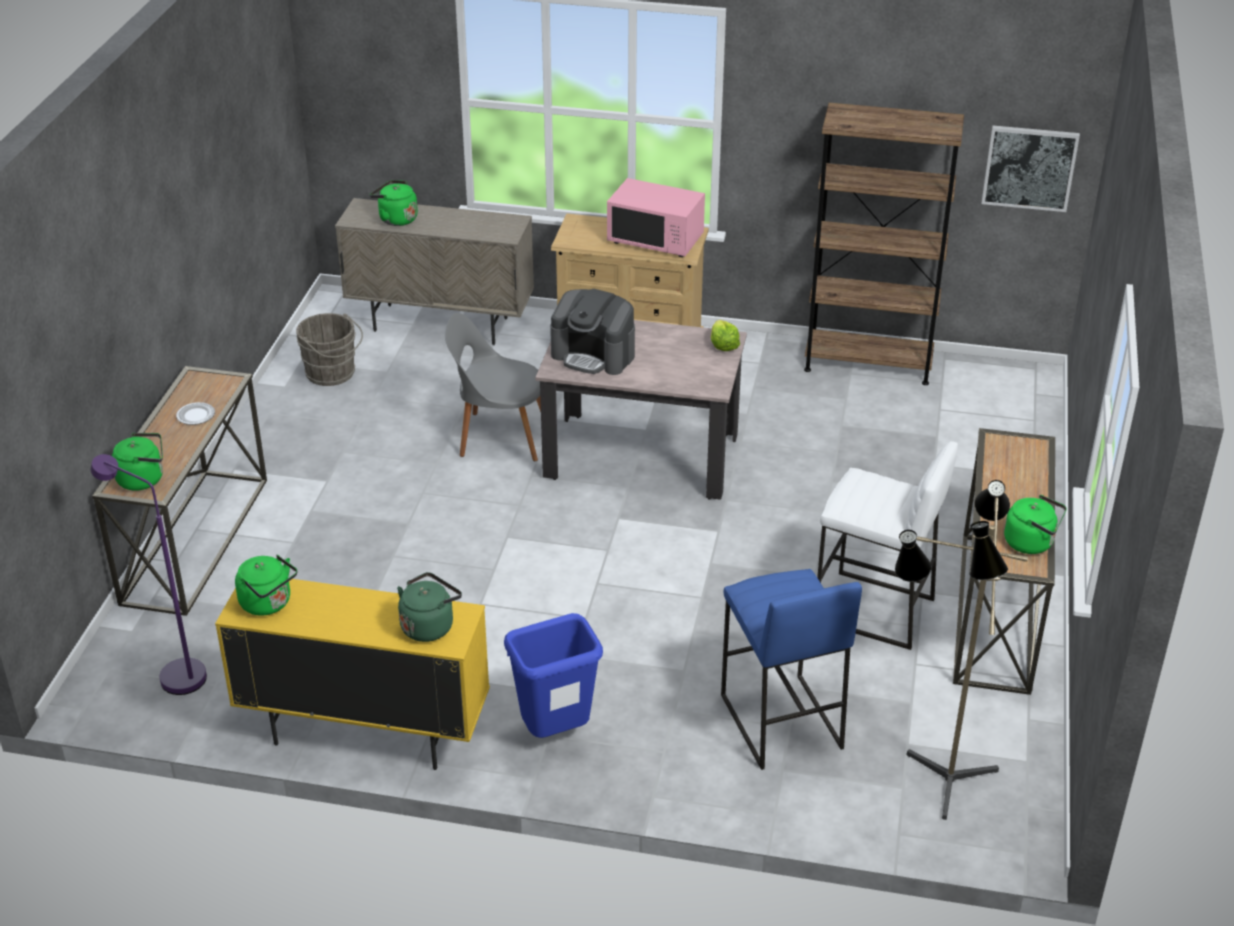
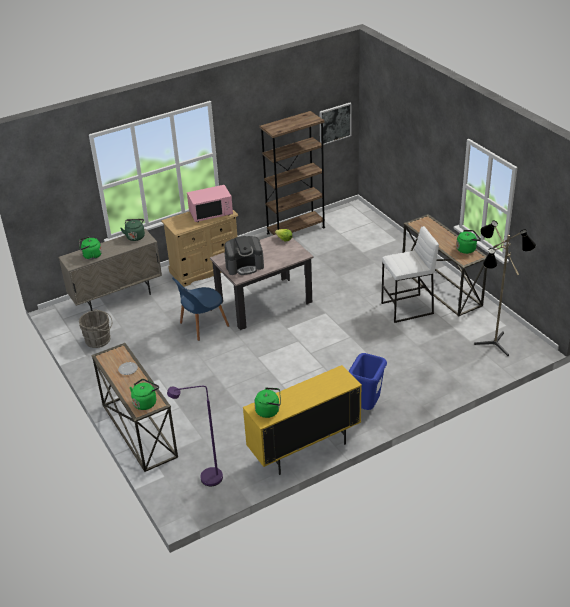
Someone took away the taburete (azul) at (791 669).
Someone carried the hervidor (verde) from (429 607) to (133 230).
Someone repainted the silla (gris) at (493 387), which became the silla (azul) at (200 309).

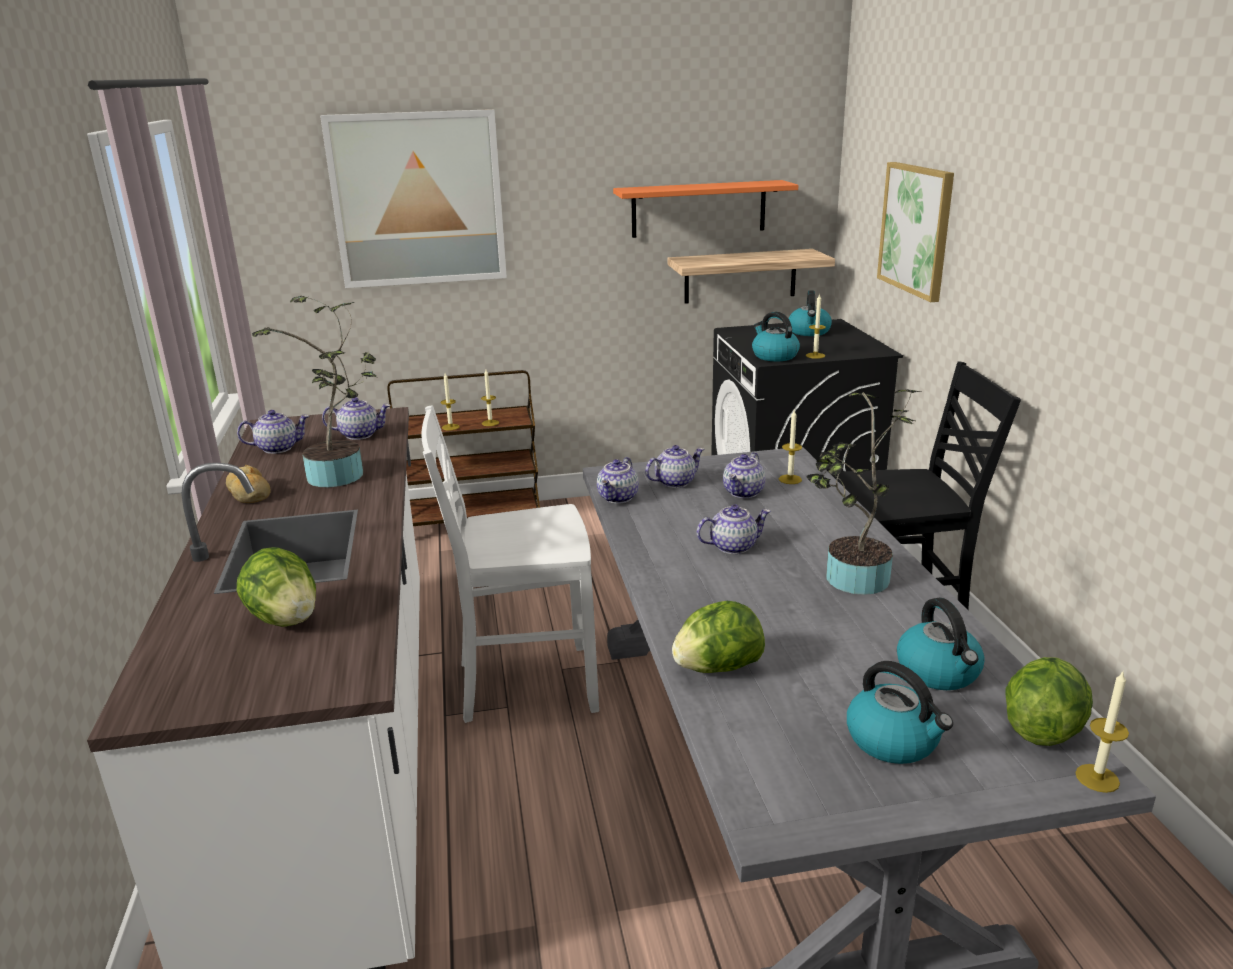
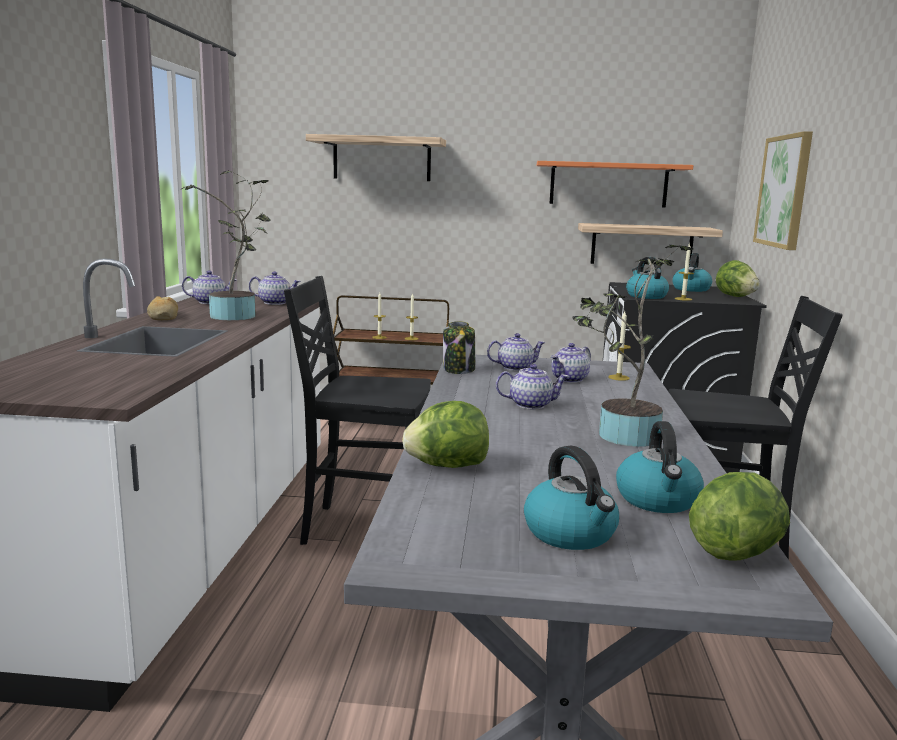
Someone took away the vela at (1102 731).
Someone carried the lechuga from (276 587) to (738 278).
Someone swapped the cuadro at (413 198) for the estante at (376 157).
Someone swapped the tetera at (618 480) for the tarro at (459 347).
Someone repainted the silla (blanco) at (510 564), which became the silla (negro) at (357 410).

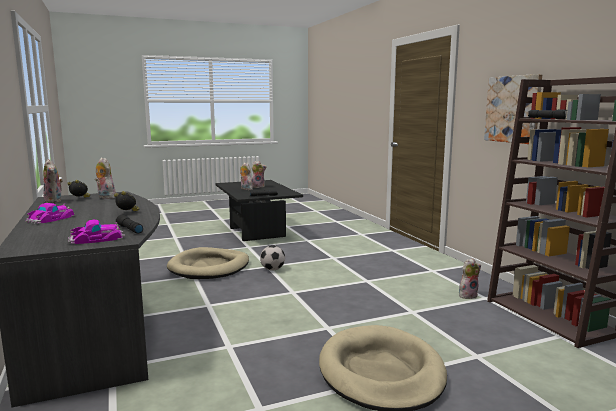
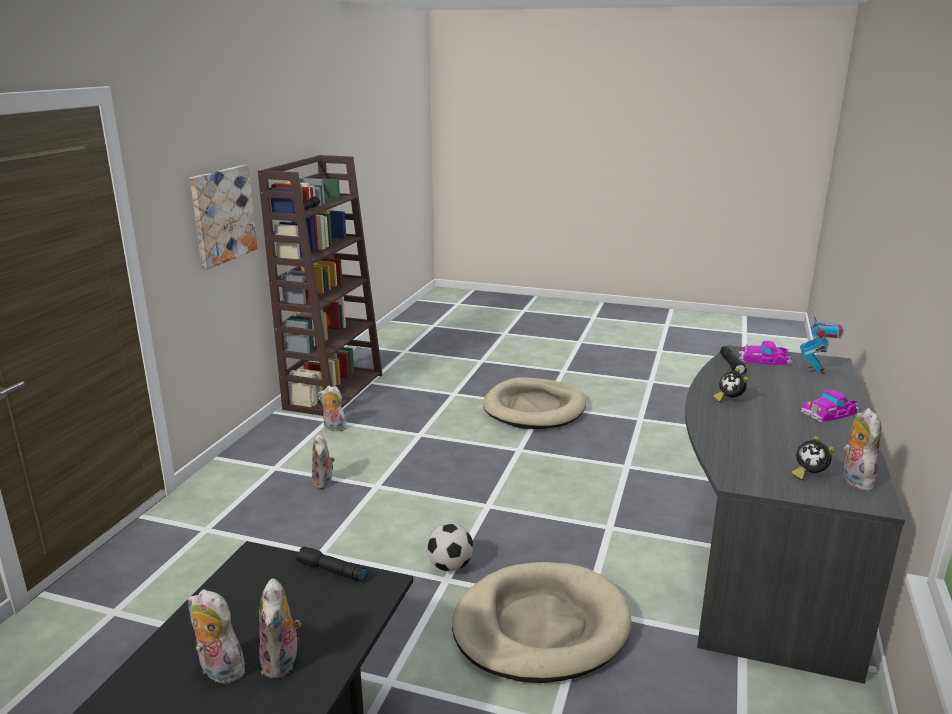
Someone put down the robot de juguete at (822 342).
Someone carried the peluche from (105 178) to (323 461).

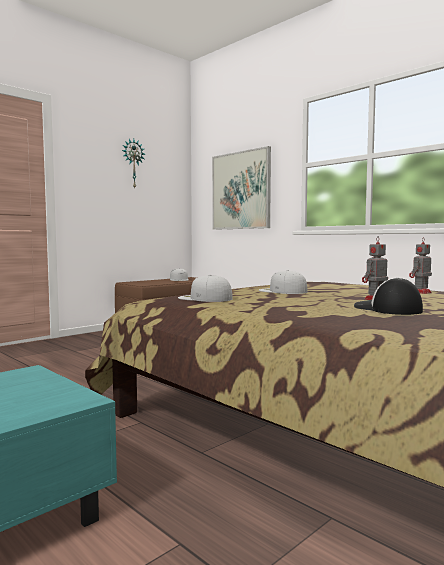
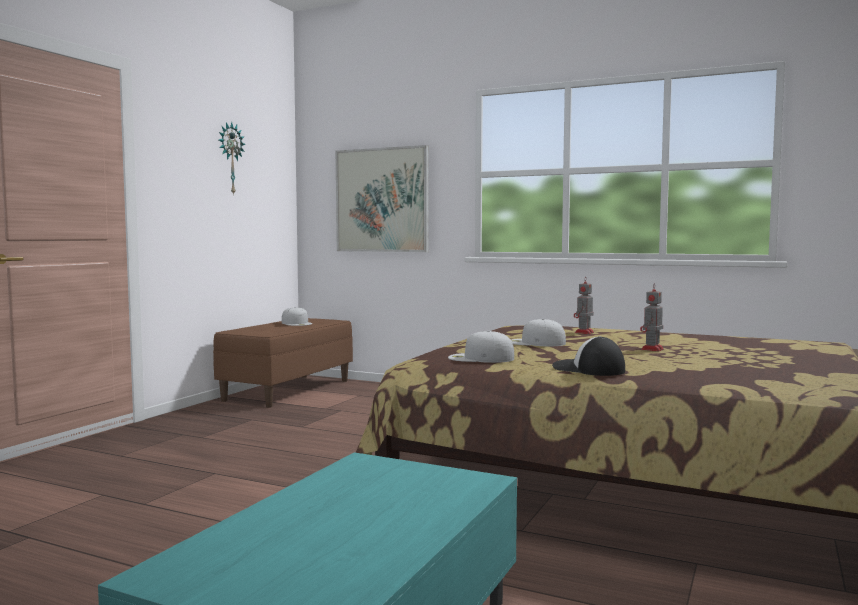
Someone carried the gorra from (388 296) to (588 356).
Someone carried the robot de juguete from (420 265) to (584 307).

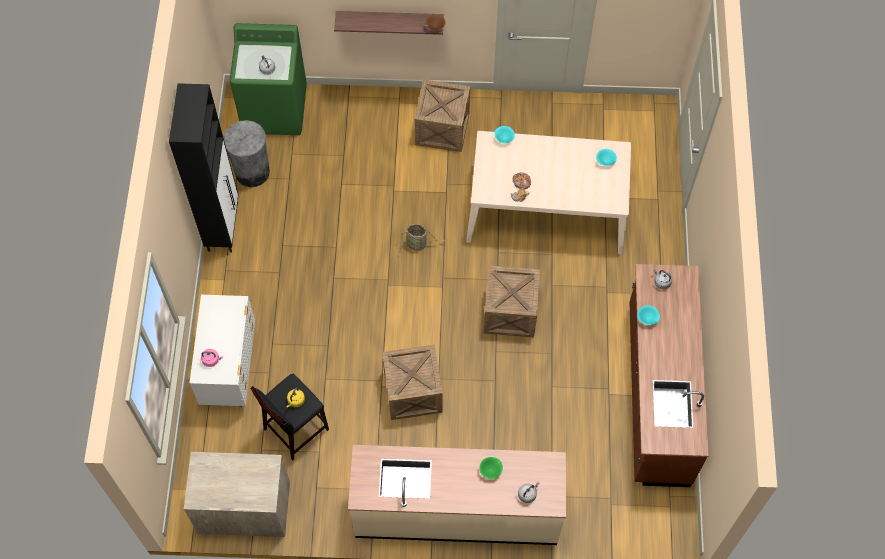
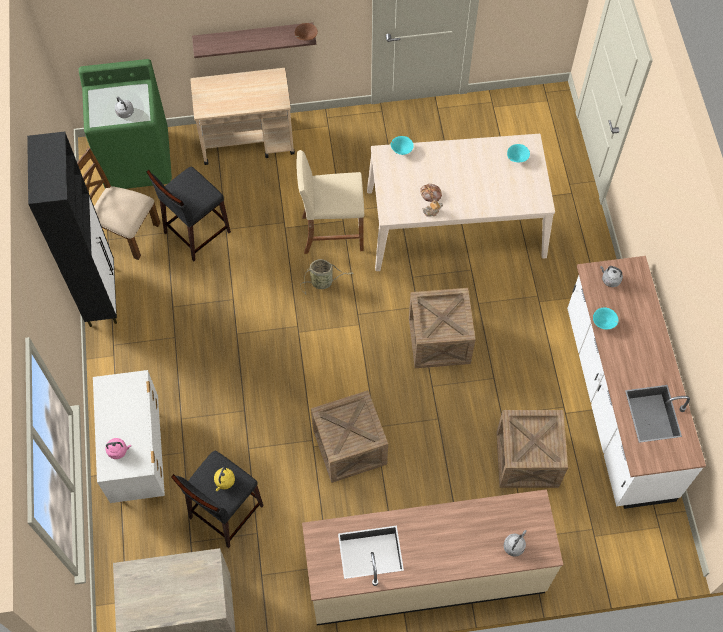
Someone took away the cuenco (verde) at (491 468).
Someone put down the taburete (negro) at (189 214).
Someone put down the carrito (beis) at (242 116).
Someone put down the taburete (beis) at (330 202).
Someone carried the caja de embalaje from (442 116) to (532 449).
Someone swapped the papelera (gris) at (246 153) for the silla (marrón) at (118 204).
Someone repainted the mueble bajo de cocina (marrón) at (669 375), which became the mueble bajo de cocina (blanco) at (636 382).

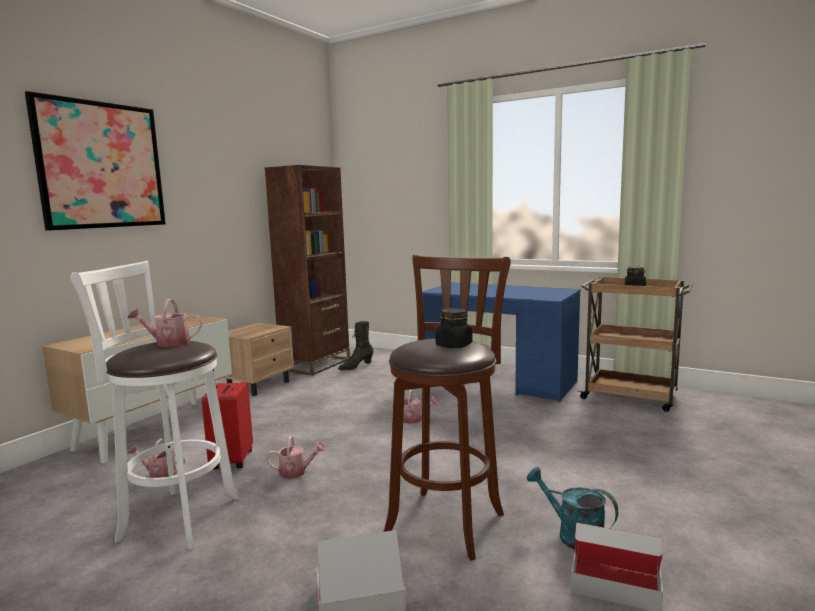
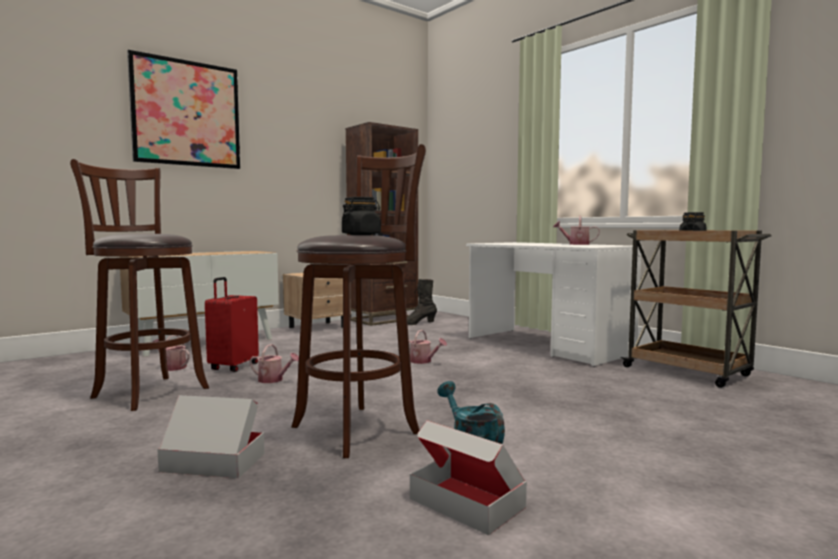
Someone carried the regadera from (164 322) to (576 230).
Someone repainted the taburete (blanco) at (155 405), which became the taburete (marrón) at (139 285).
Someone repainted the escritorio (azul) at (501 342), which became the escritorio (blanco) at (554 304).

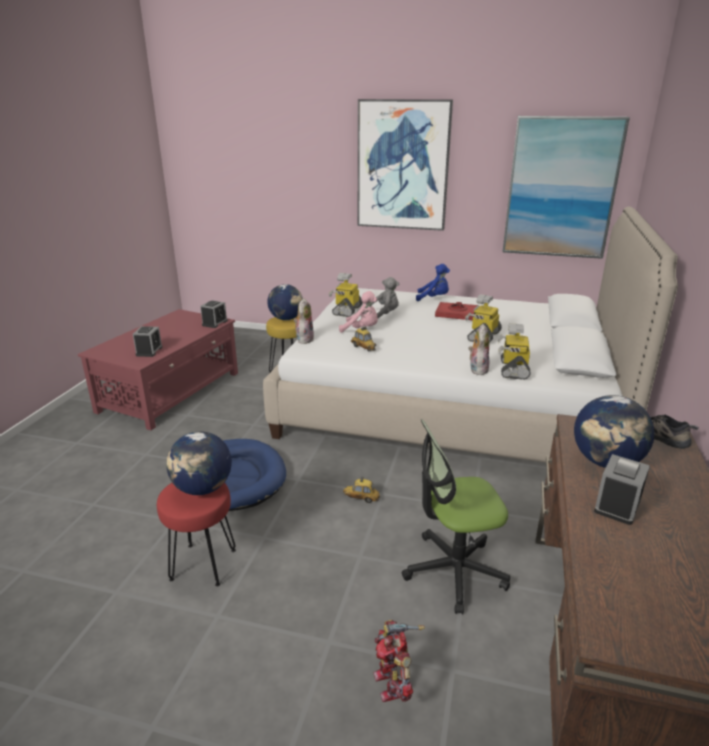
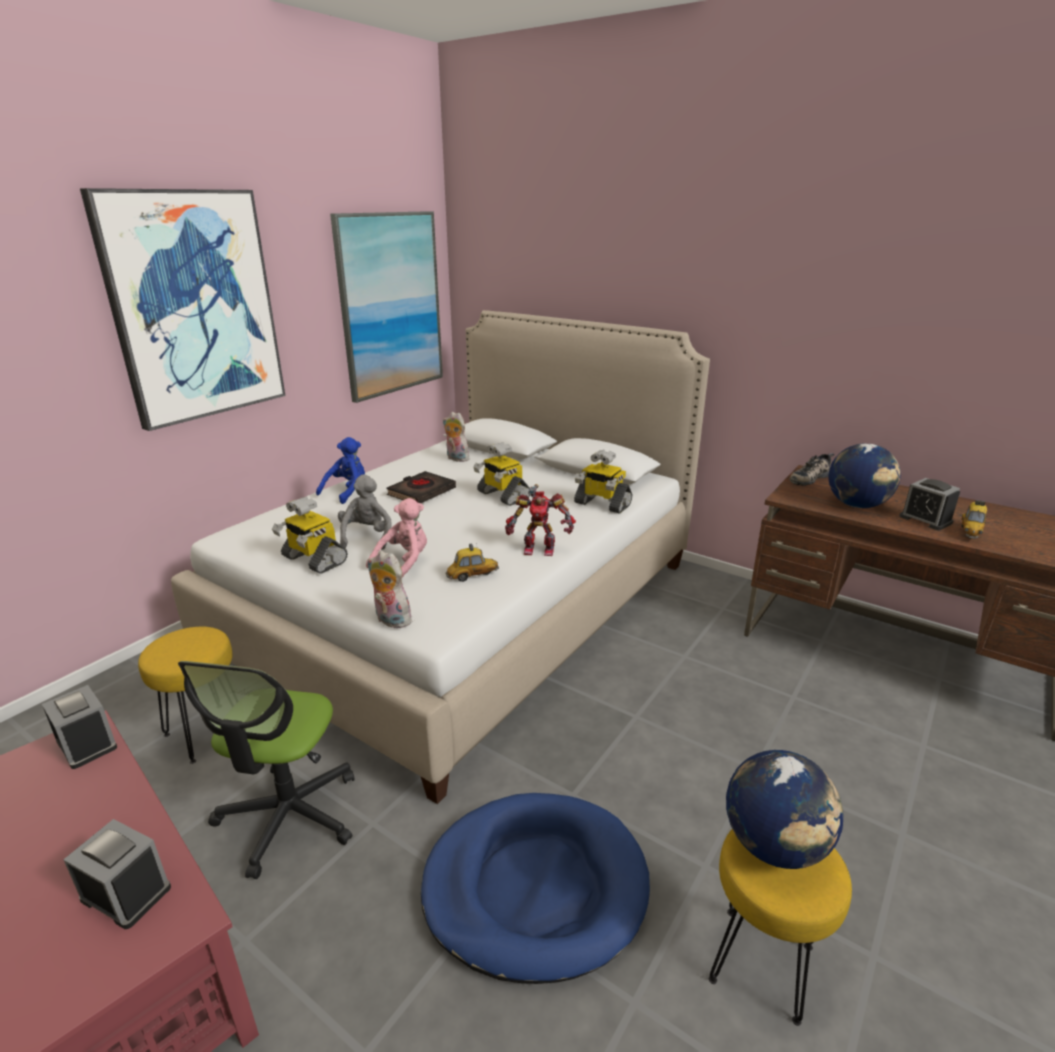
Someone took away the globo terráqueo at (285 302).
Someone carried the coche de juguete from (362 489) to (974 519).
Someone carried the robot de juguete from (399 661) to (540 520).
Someone carried the silla de oficina from (456 516) to (266 770).
Someone carried the peluche from (478 349) to (456 437).
Someone repainted the taburete (rojo) at (196 535), which became the taburete (amarillo) at (780 927).
Someone repainted the libro (rojo) at (456 311), which became the libro (negro) at (421 487).

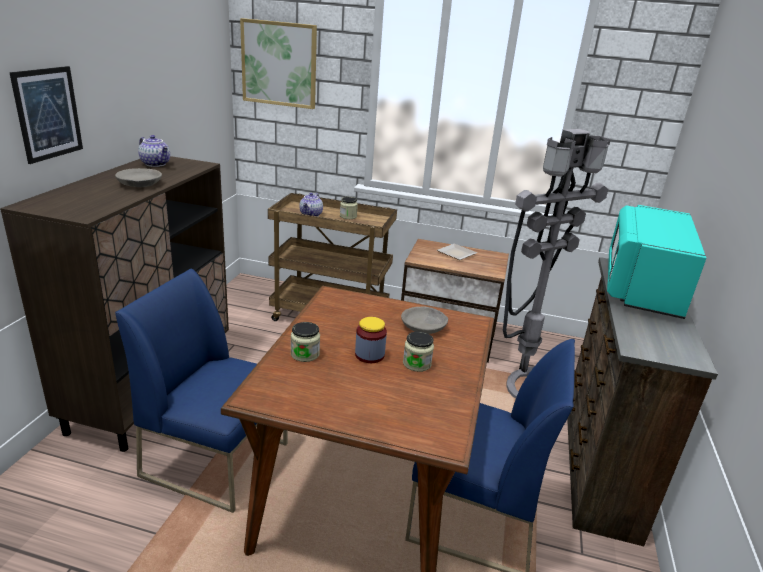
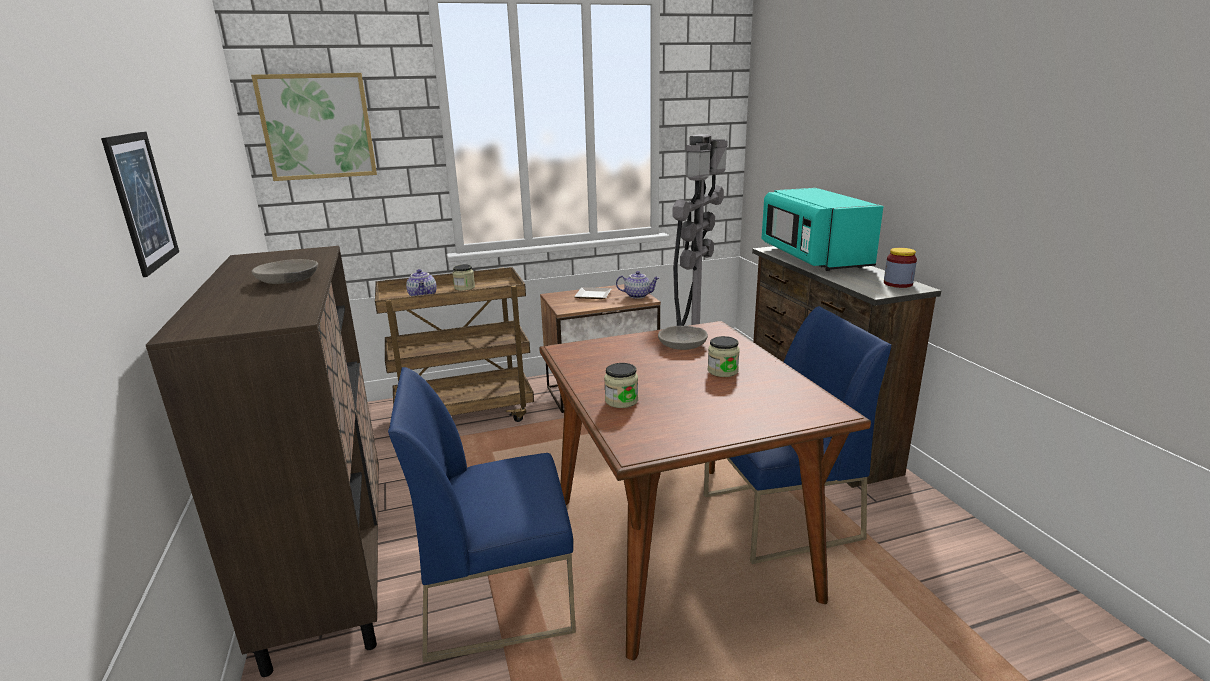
Someone carried the tetera from (154 151) to (637 285).
Someone carried the tarro from (371 340) to (900 268).

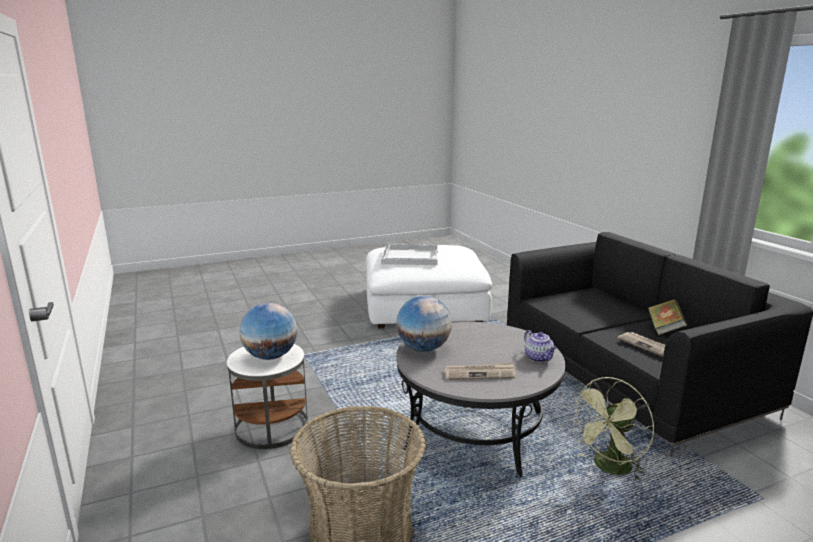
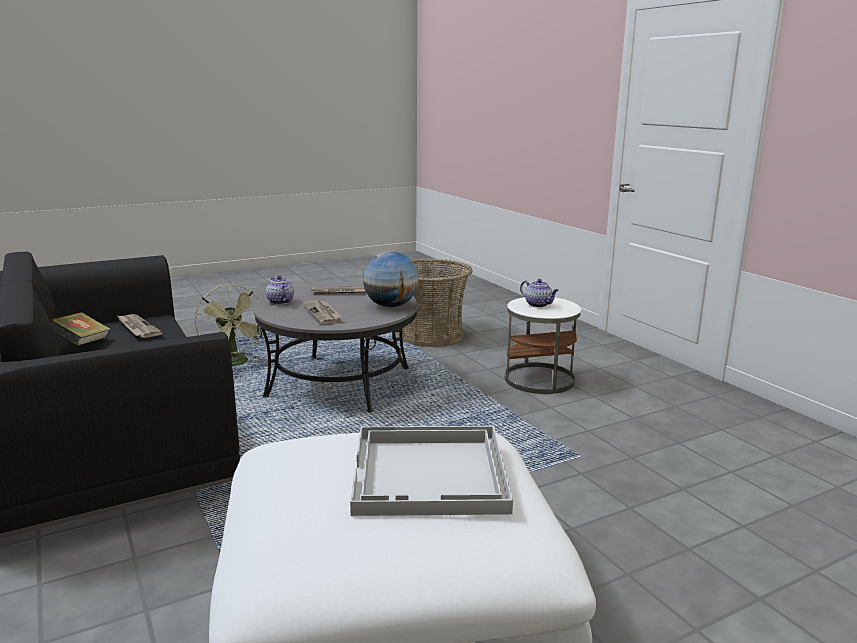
Someone put down the periódico at (322 312).
Someone swapped the globo terráqueo at (268 331) for the tetera at (539 293).
Someone rotated the ventilador (verde) at (611 429) by 105 degrees clockwise.

